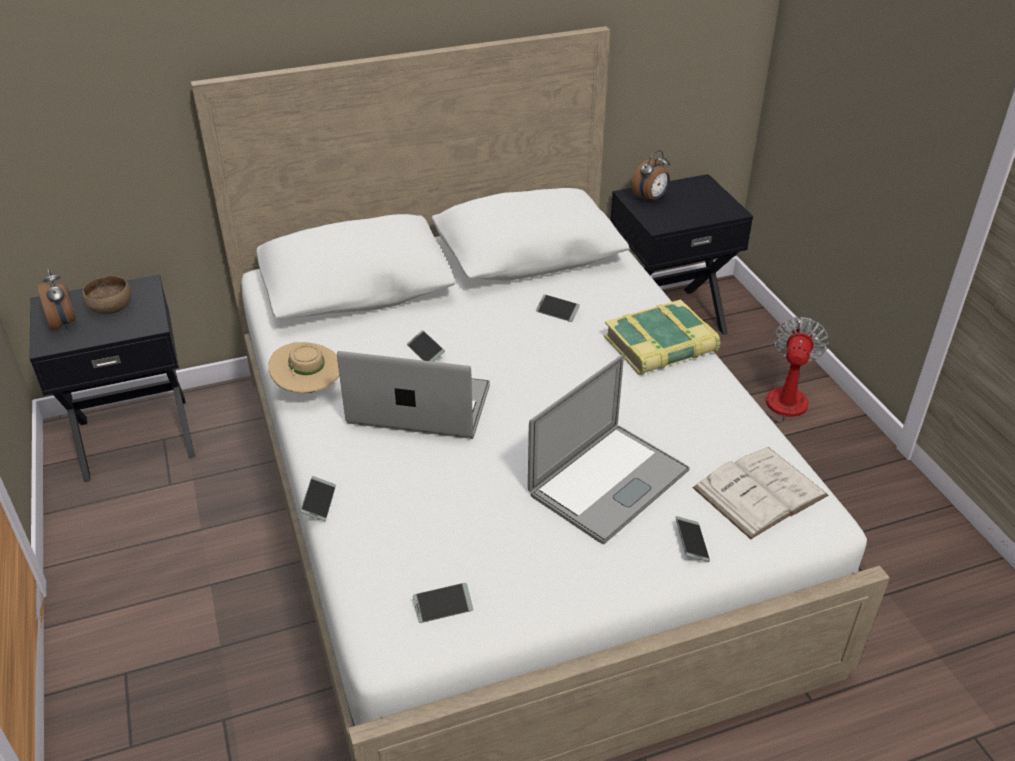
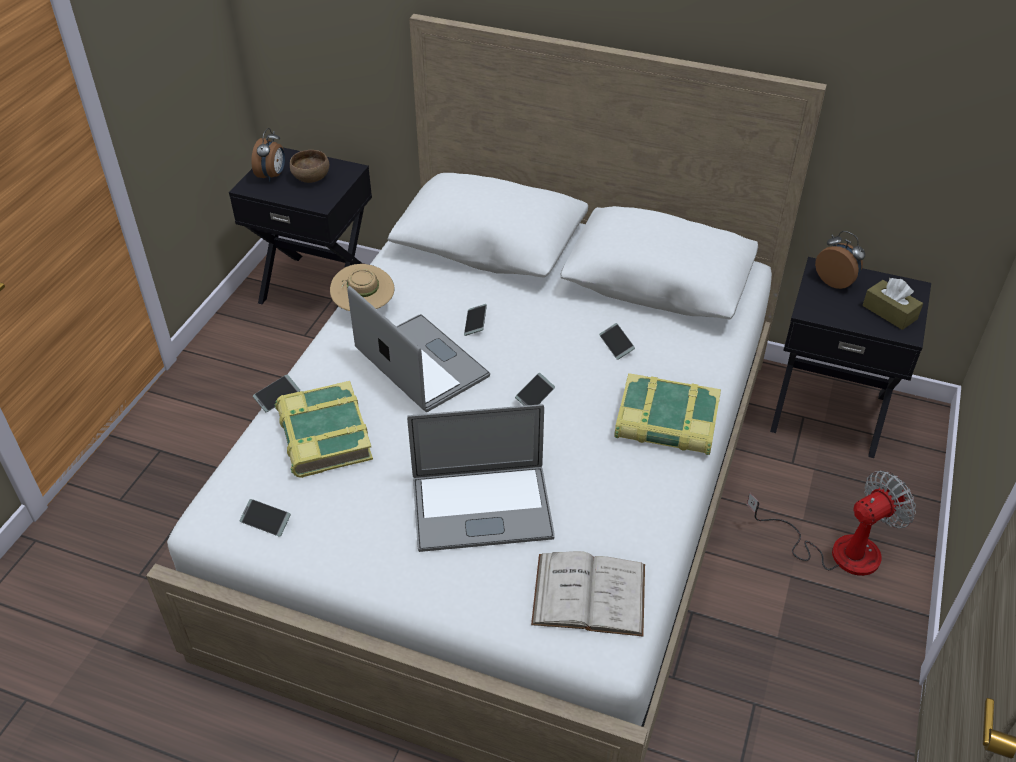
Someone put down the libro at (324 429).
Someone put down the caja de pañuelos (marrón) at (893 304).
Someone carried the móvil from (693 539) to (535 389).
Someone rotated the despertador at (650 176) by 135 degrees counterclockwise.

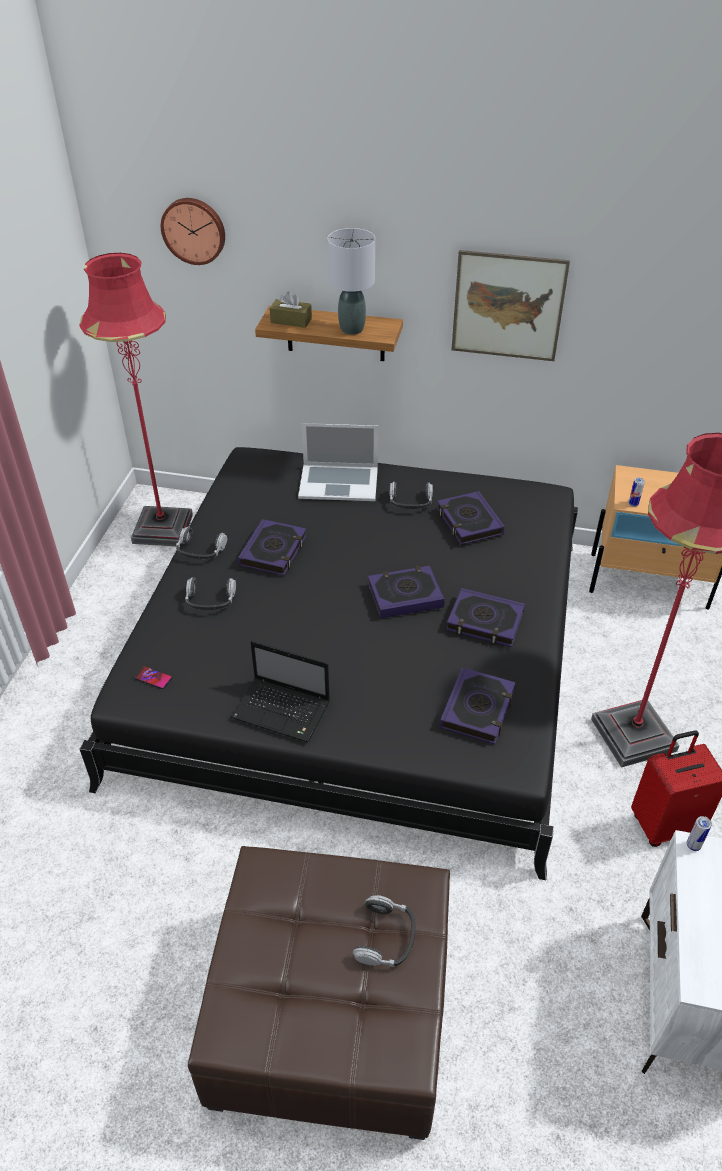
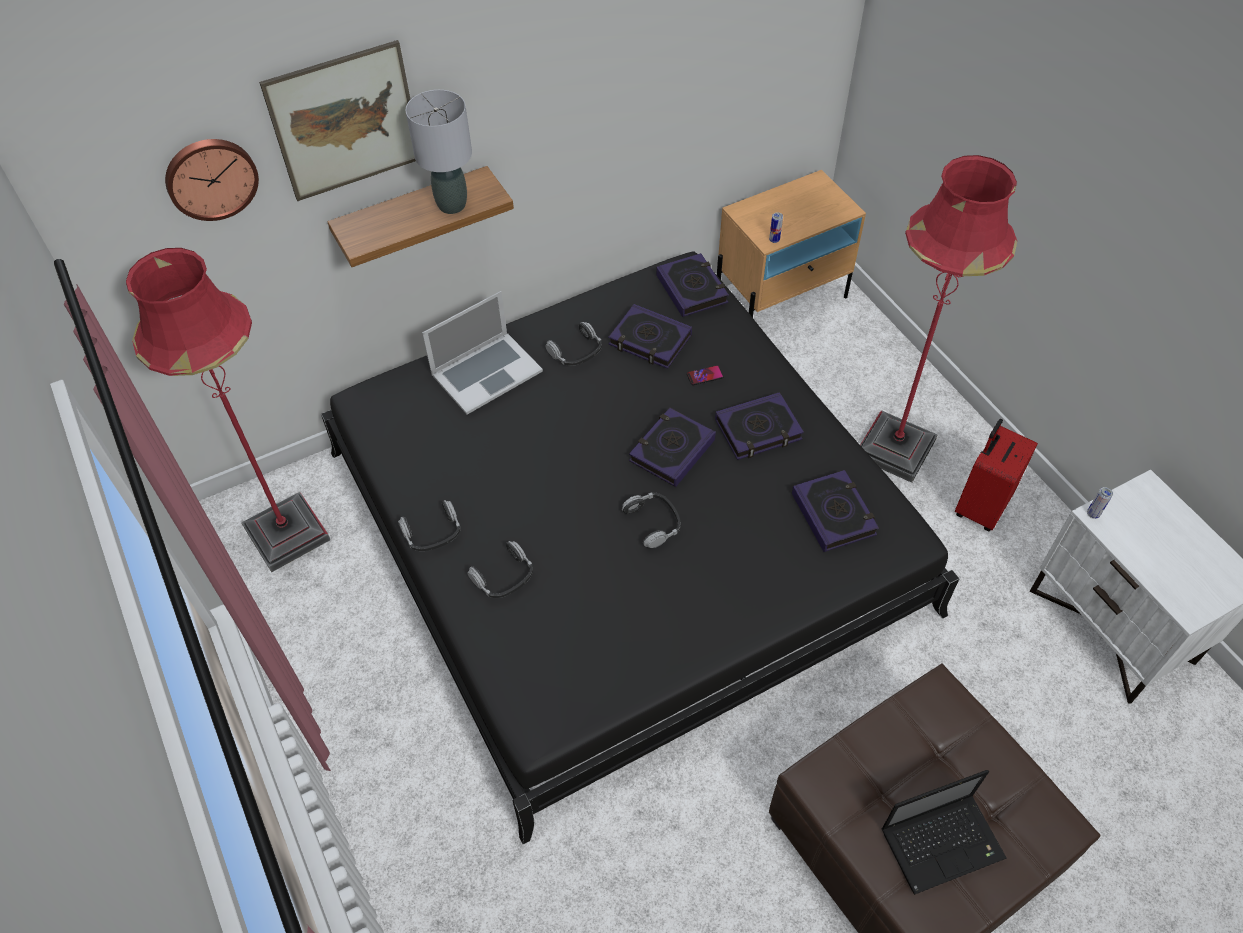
Someone took away the caja de pañuelos (marrón) at (291 309).
Someone carried the móvil from (153 677) to (705 375).
Someone carried the portátil from (280 691) to (944 832).
Someone carried the libro from (272 547) to (692 285).
Someone carried the auriculares from (384 931) to (651 520).
Someone carried the cuadro from (510 305) to (337 120).

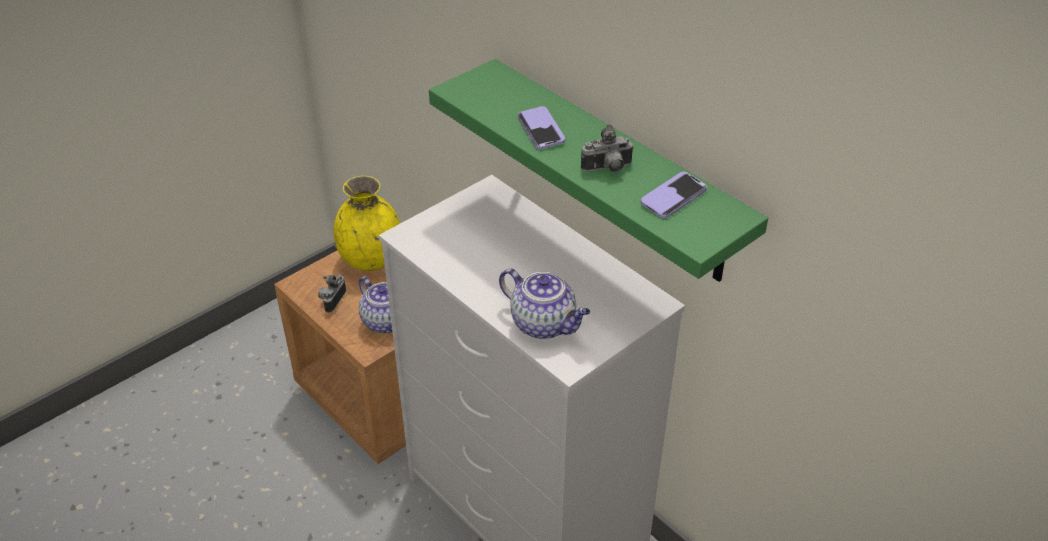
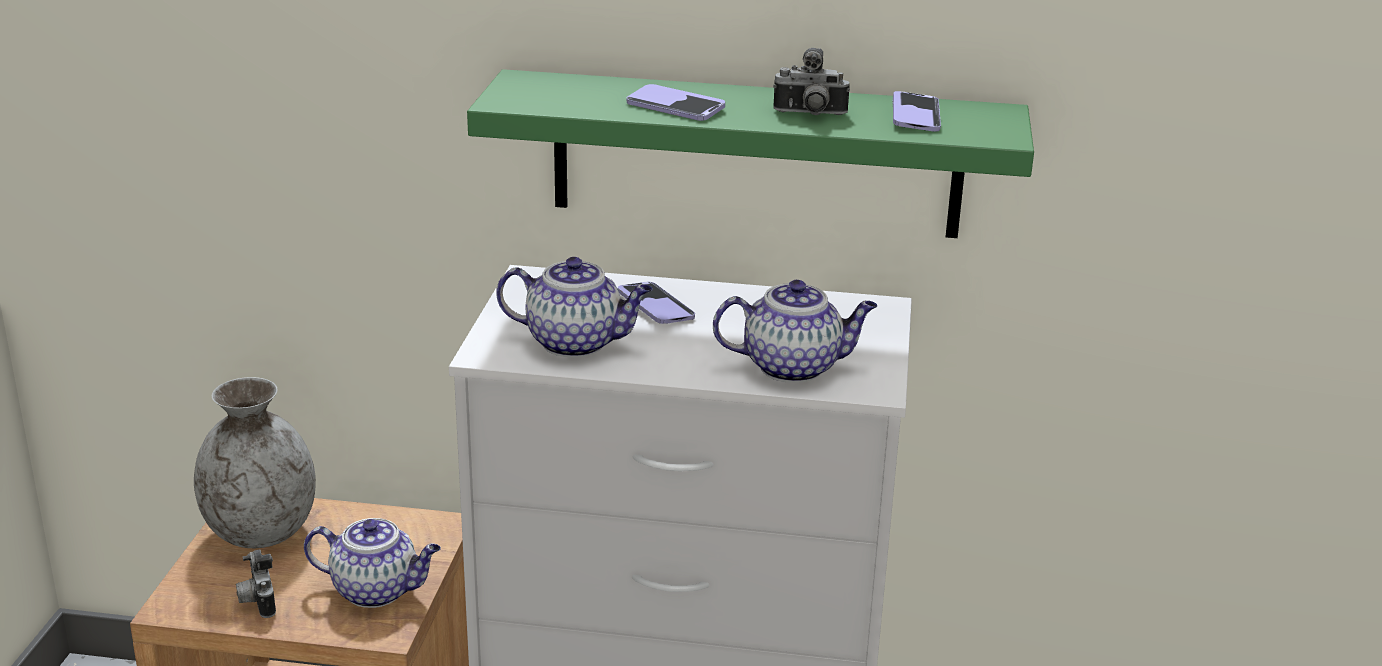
Someone put down the tetera at (574 307).
Someone put down the móvil at (656 303).
Someone repainted the florero (amarillo) at (366 223), which became the florero (gris) at (255 462).
Someone rotated the cámara at (607 148) by 60 degrees clockwise.

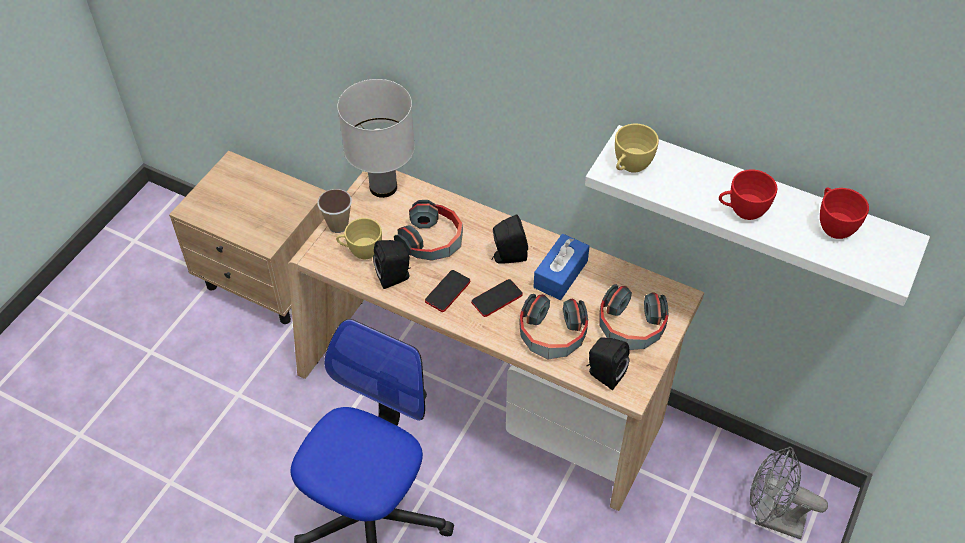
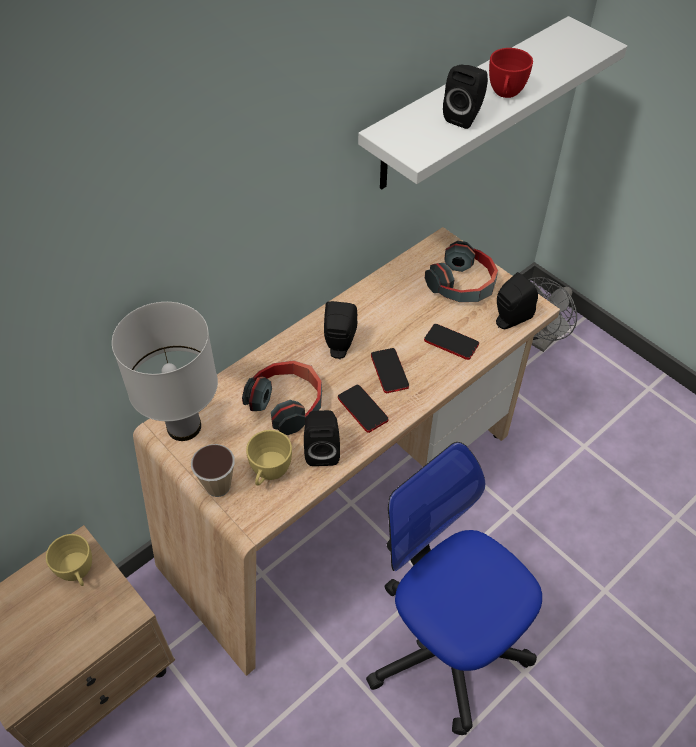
Someone took away the caja de pañuelos (azul) at (562 267).
Someone took away the taza (rojo) at (844 213).
Someone put down the altavoz (negro) at (465 96).
Someone carried the taza (amarillo) from (637 148) to (69 560).
Someone swapped the auriculares at (553 326) for the móvil at (451 342).

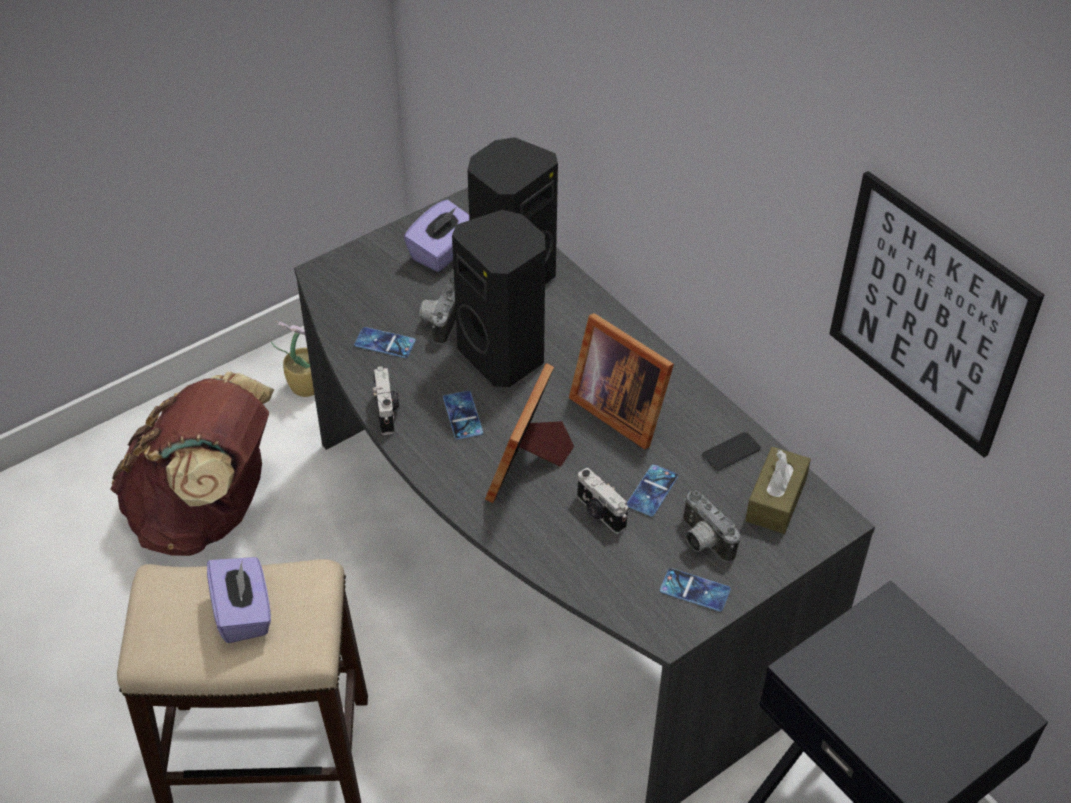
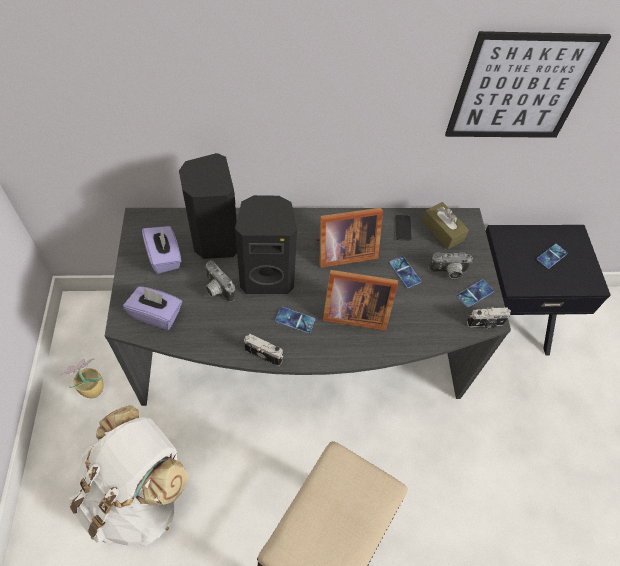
Someone carried the caja de pañuelos (morado) from (239 600) to (152 308).
Someone carried the móvil from (385 342) to (552 256).
Someone carried the cámara from (602 501) to (489 318).
Someone repainted the mochila (marrón) at (192 464), which became the mochila (blanco) at (128 475).
Someone rotated the portarretratos at (529 433) by 45 degrees counterclockwise.

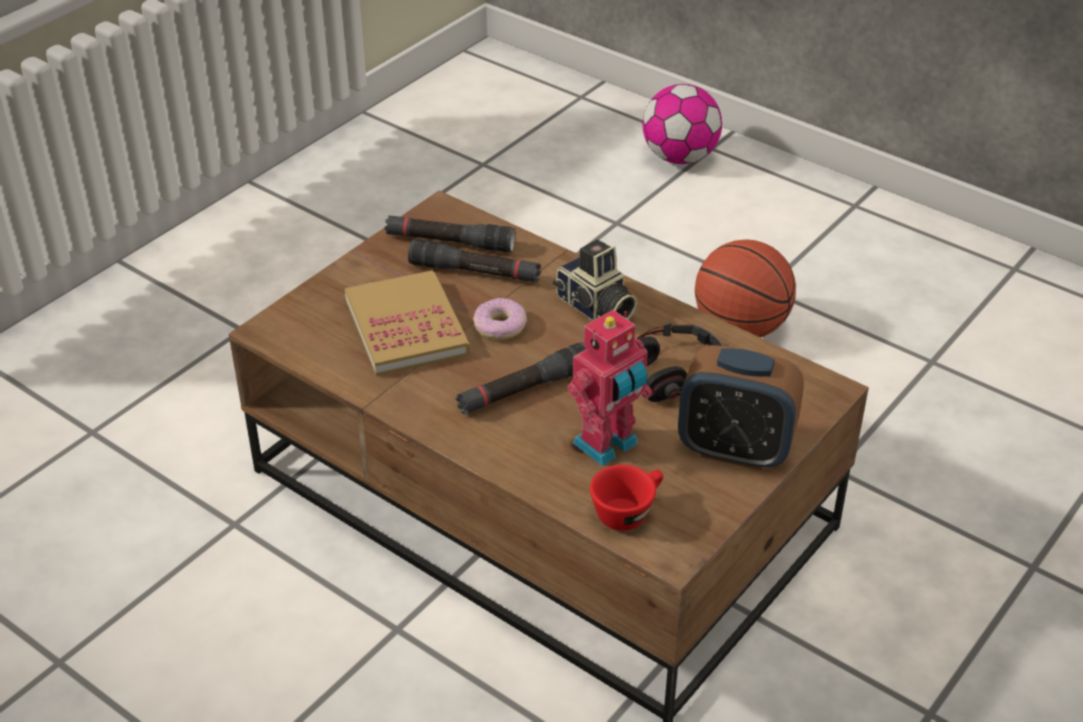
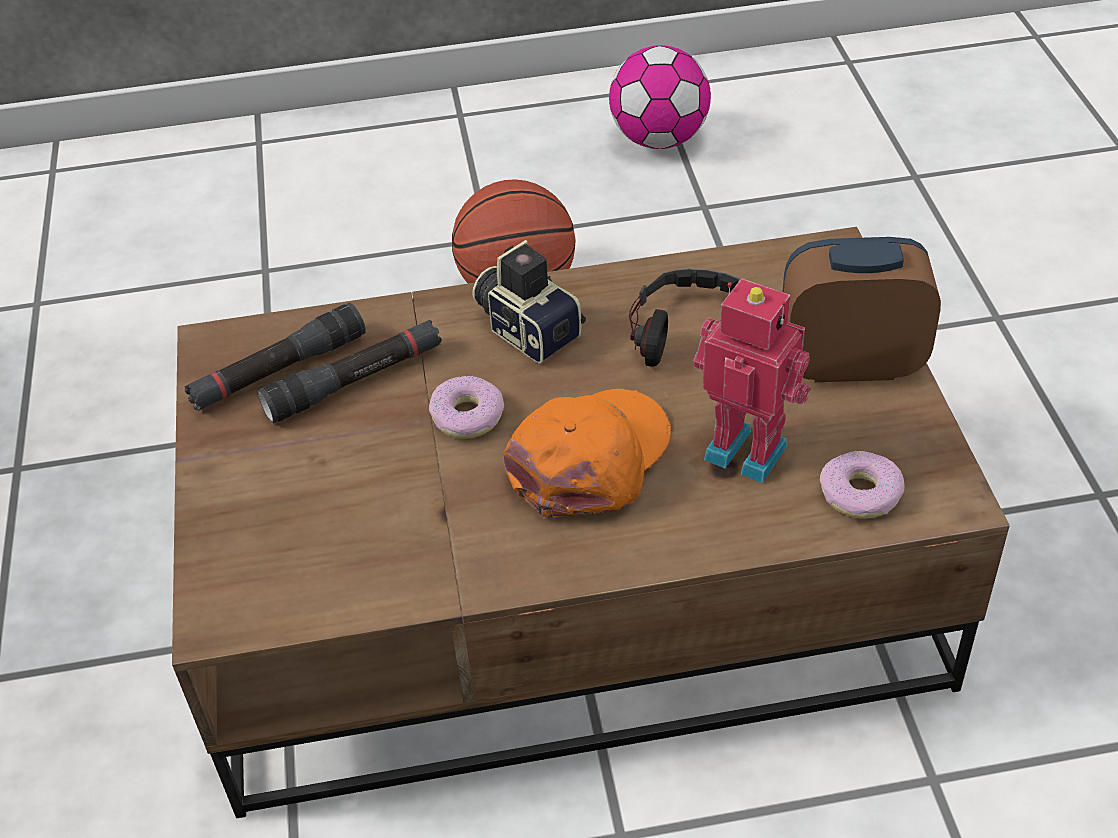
Someone took away the libro at (407 323).
Someone carried the balón de fútbol from (682 124) to (660 97).
Someone swapped the linterna (negro) at (521 378) for the gorra (naranja) at (587 453).
Someone swapped the taza (rojo) at (626 498) for the rosquilla at (862 485).
Someone rotated the cámara at (595 280) by 135 degrees counterclockwise.
Someone rotated the robot de juguete at (610 388) by 60 degrees counterclockwise.
Someone rotated the despertador at (741 407) by 150 degrees counterclockwise.

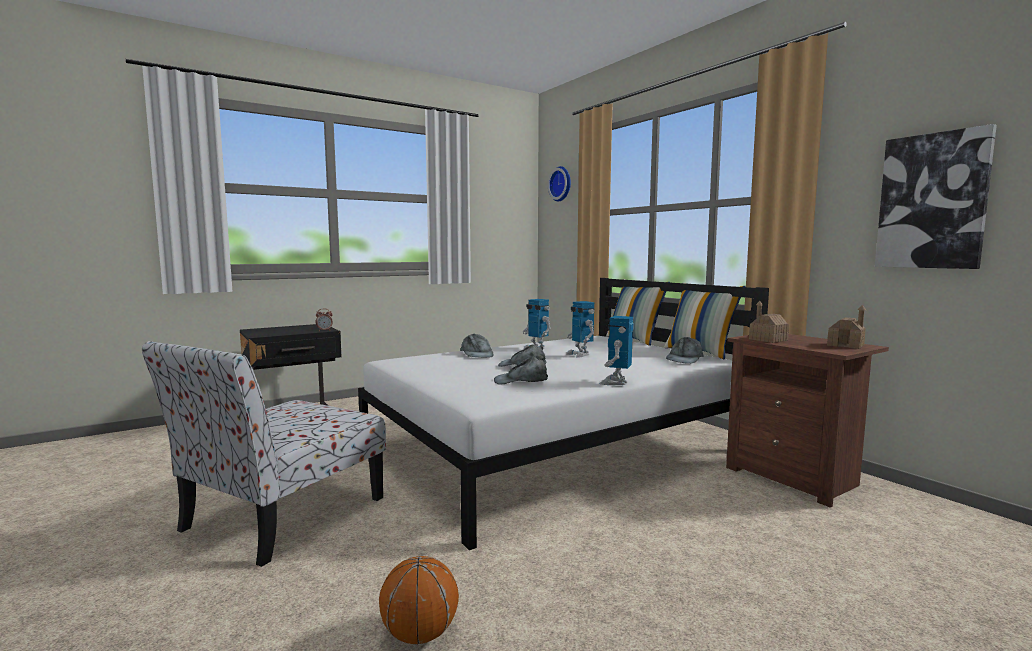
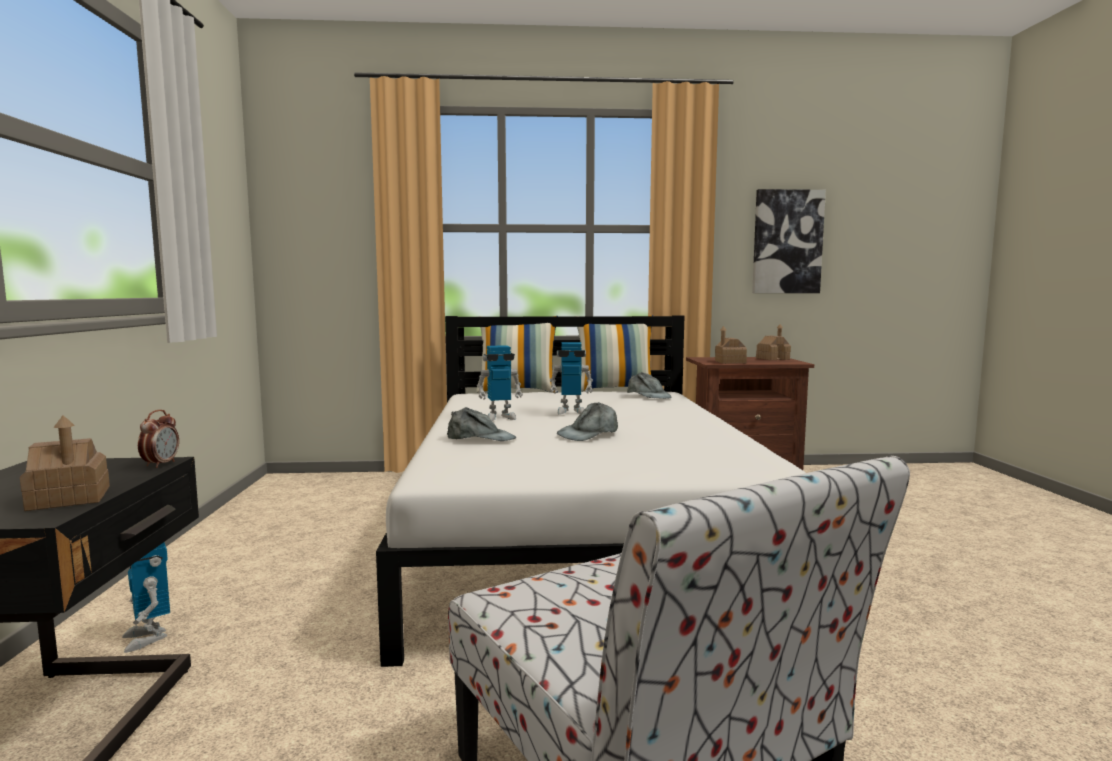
Someone took away the balón de baloncesto at (419 600).
Someone took away the gorra (gris) at (521 371).
Someone took away the reloj de pared at (559 183).
Someone put down the casita at (65 463).
Someone carried the robot de juguete from (617 350) to (146 597).

